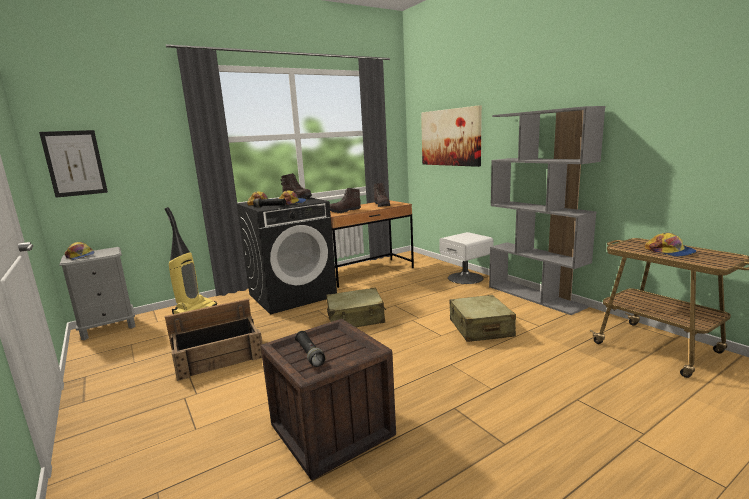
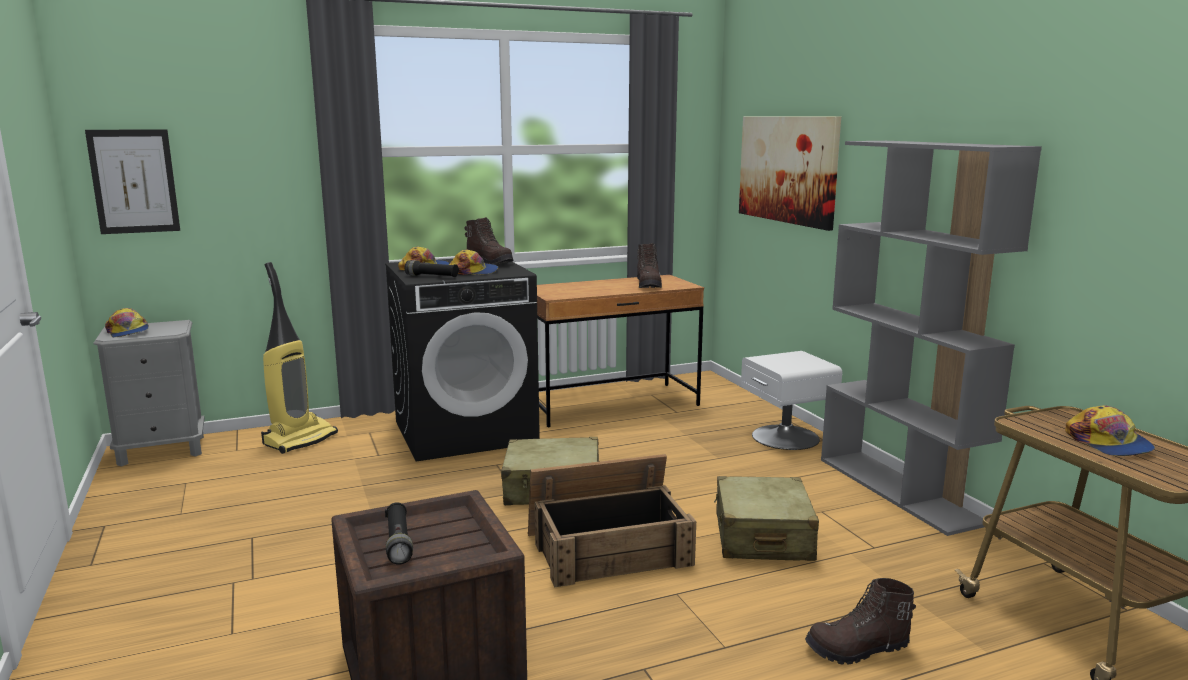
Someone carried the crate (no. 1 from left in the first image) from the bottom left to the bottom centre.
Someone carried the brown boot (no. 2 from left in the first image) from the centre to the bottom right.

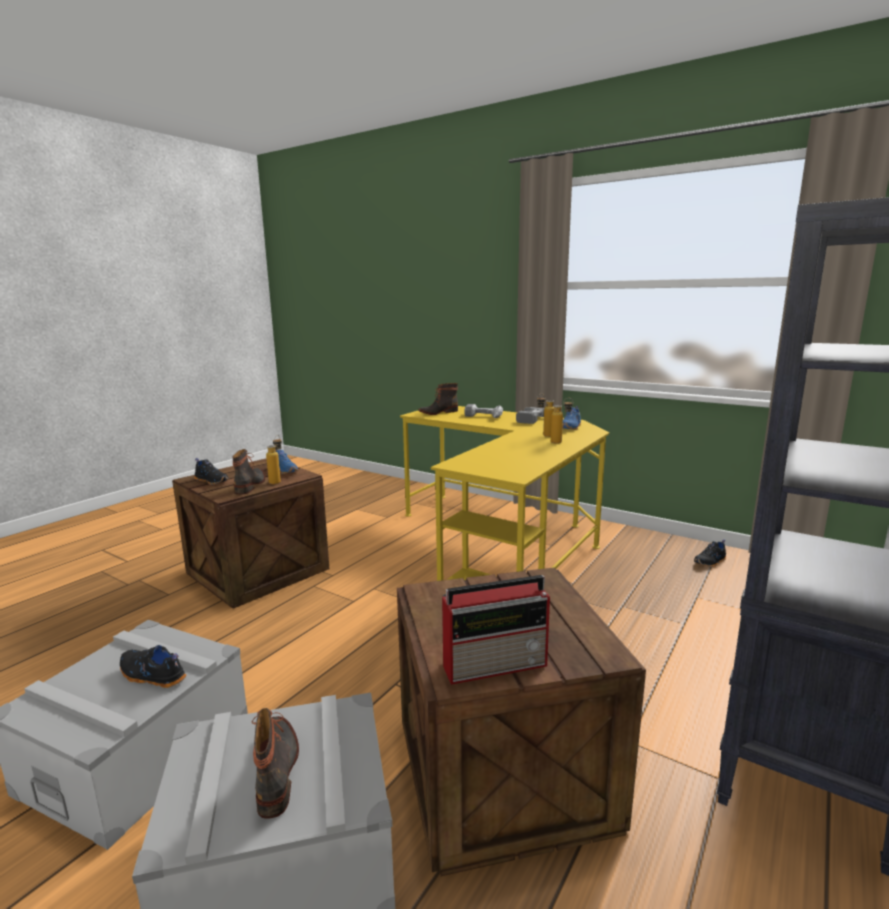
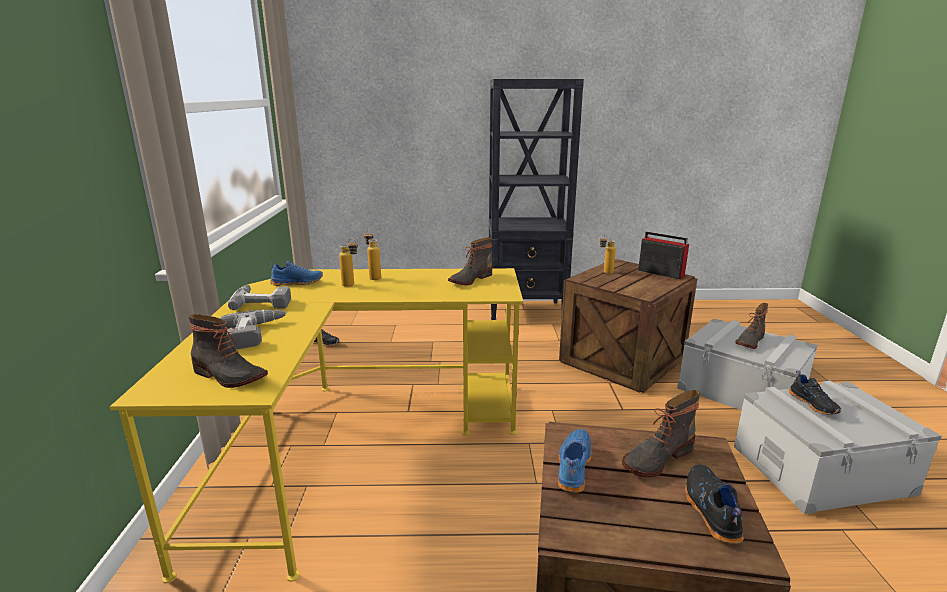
Someone put down the boot (no. 2 from left) at the centre.
Someone carried the bottle (no. 1 from left in the first image) from the middle left to the centre.

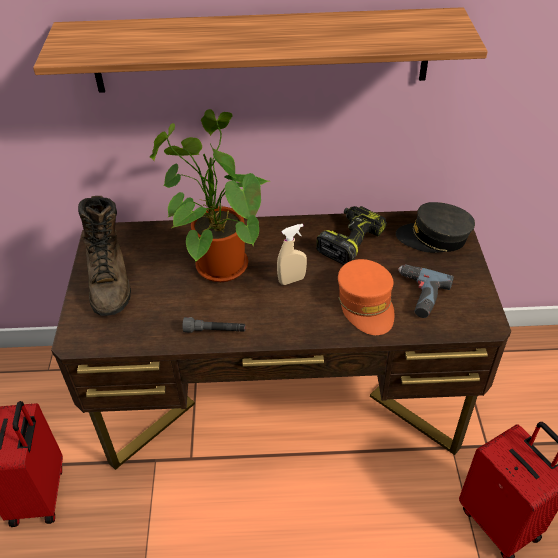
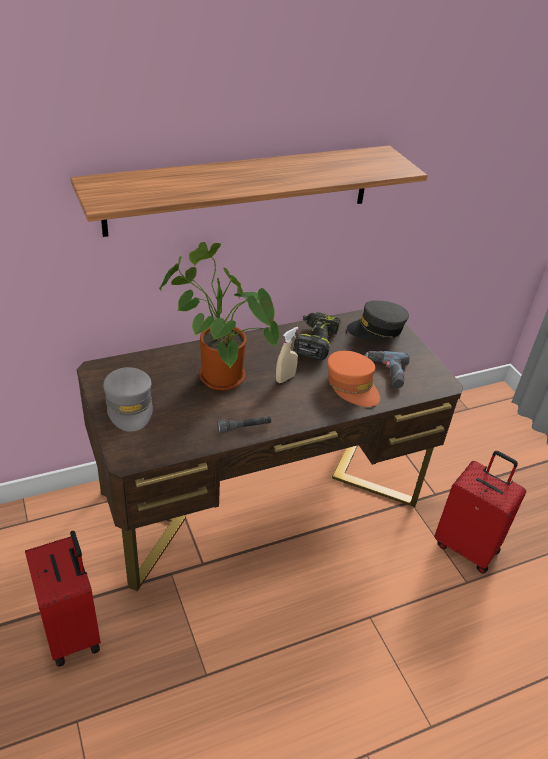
Someone swapped the brown boot at the middle left for the grey cap (no. 1 from left) at the middle left.

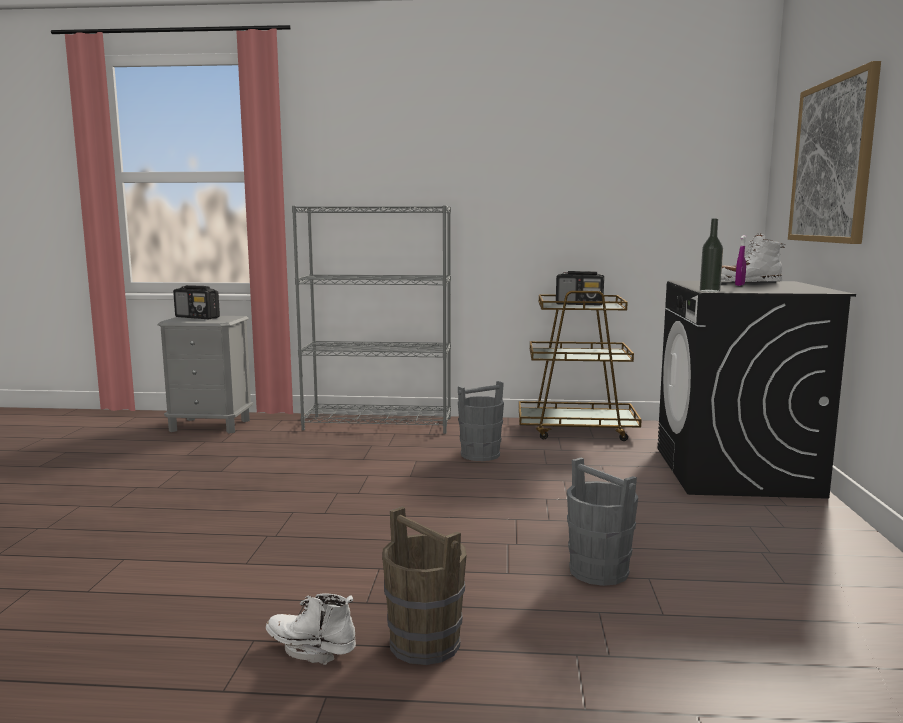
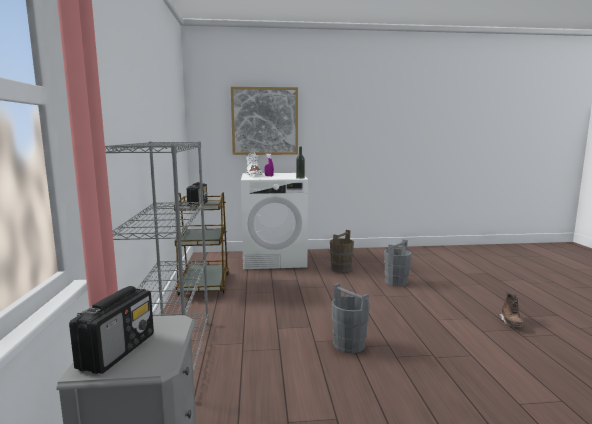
Someone repainted the black washing machine at the middle right, which became the white washing machine at the centre.
Someone carried the brown bucket from the bottom centre to the centre.
Someone carried the grey bucket (no. 1 from left) from the centre to the bottom centre.
Someone repainted the white boot (no. 1 from left) at the bottom centre, which became the brown boot at the bottom right.

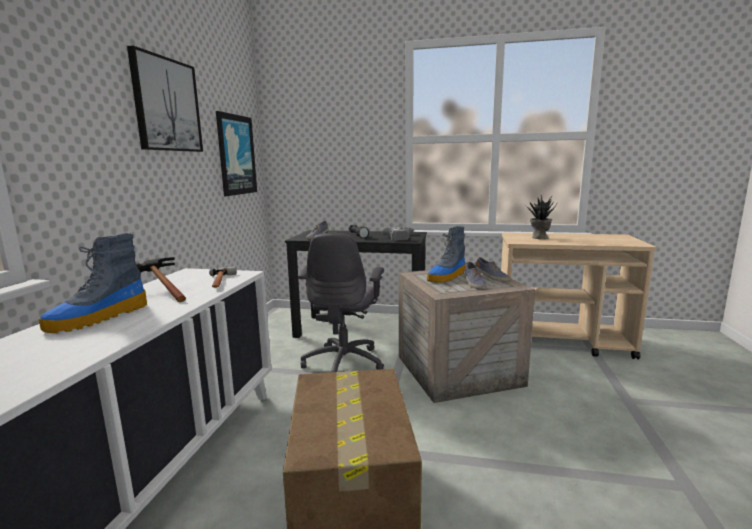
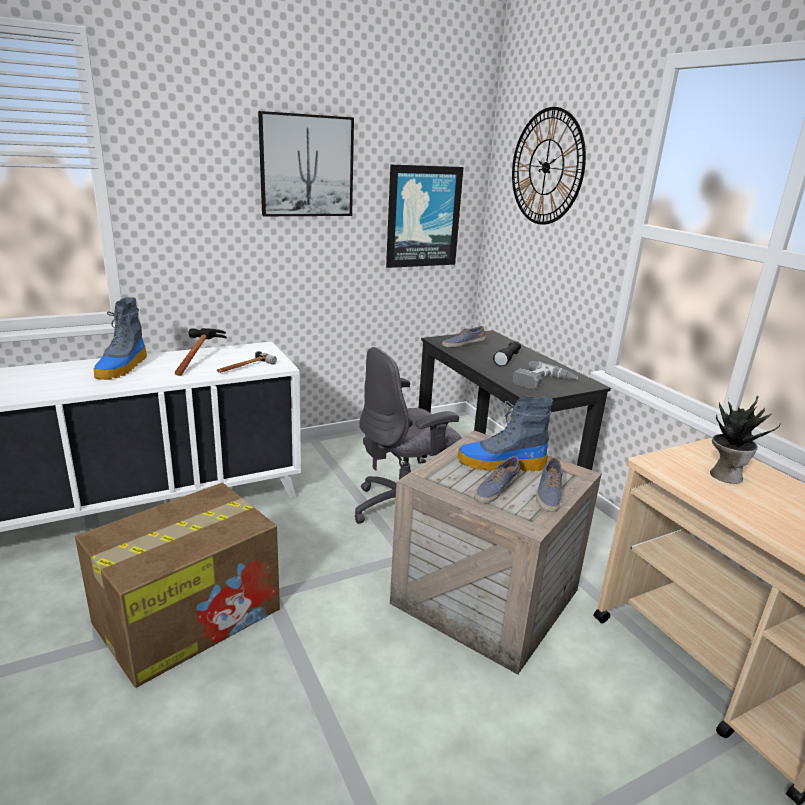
Someone rotated the boot (no. 1 from left) at the middle left by 75 degrees counterclockwise.
Someone put up the wall clock at the top right.

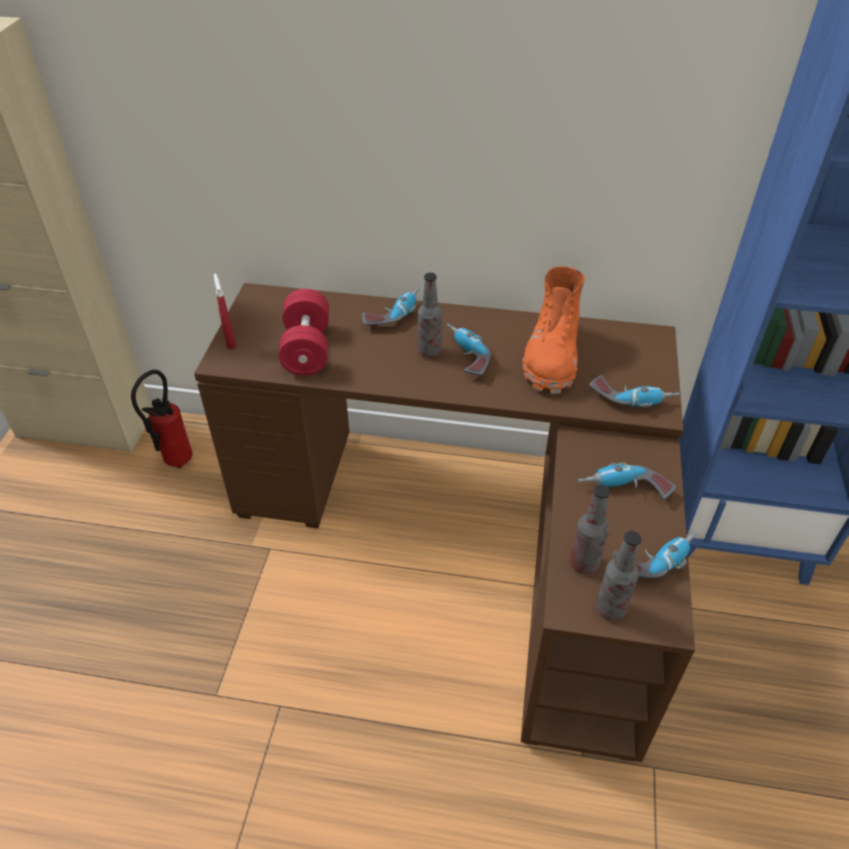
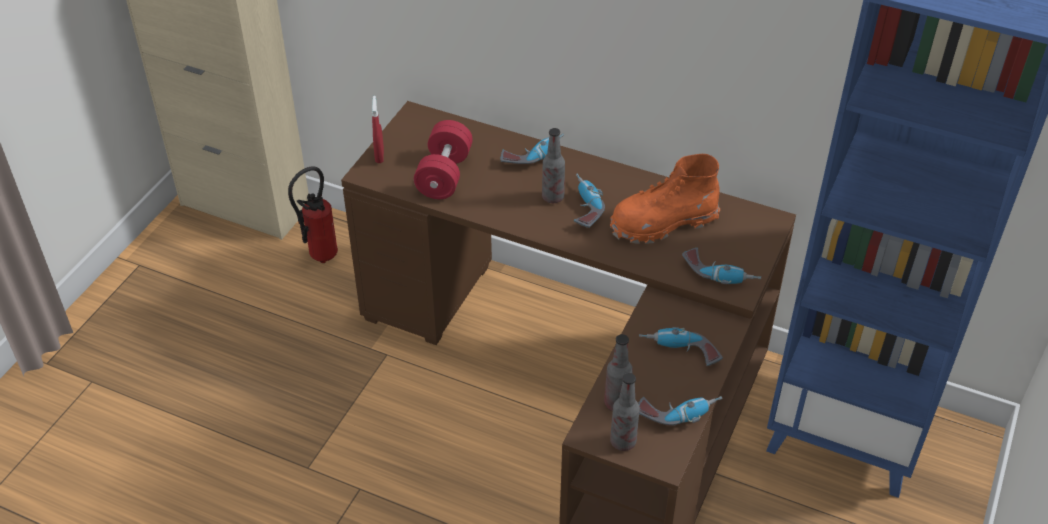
Someone rotated the orange boot at the centre by 45 degrees clockwise.

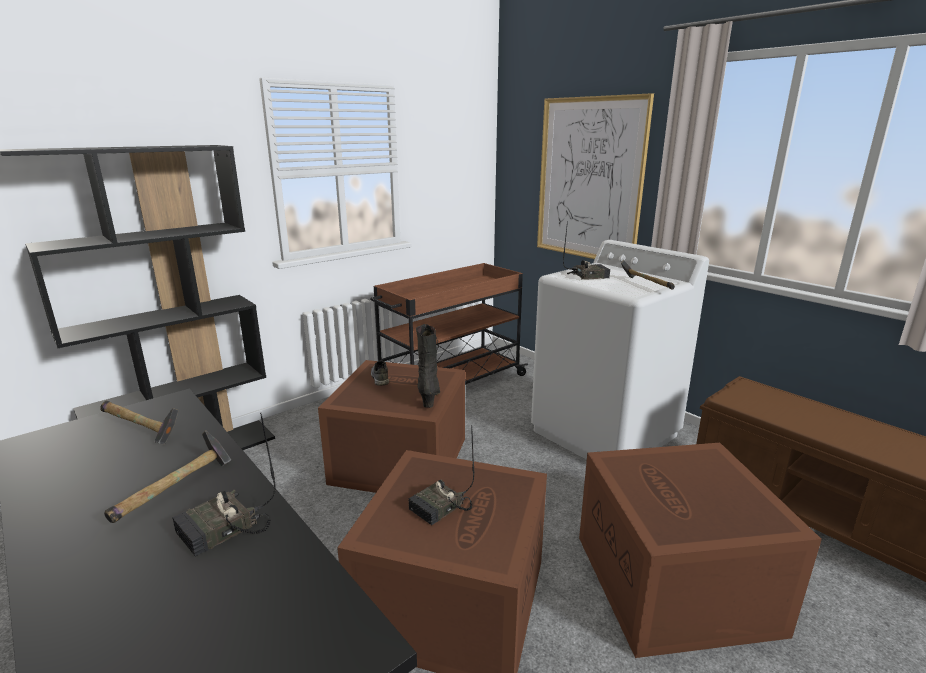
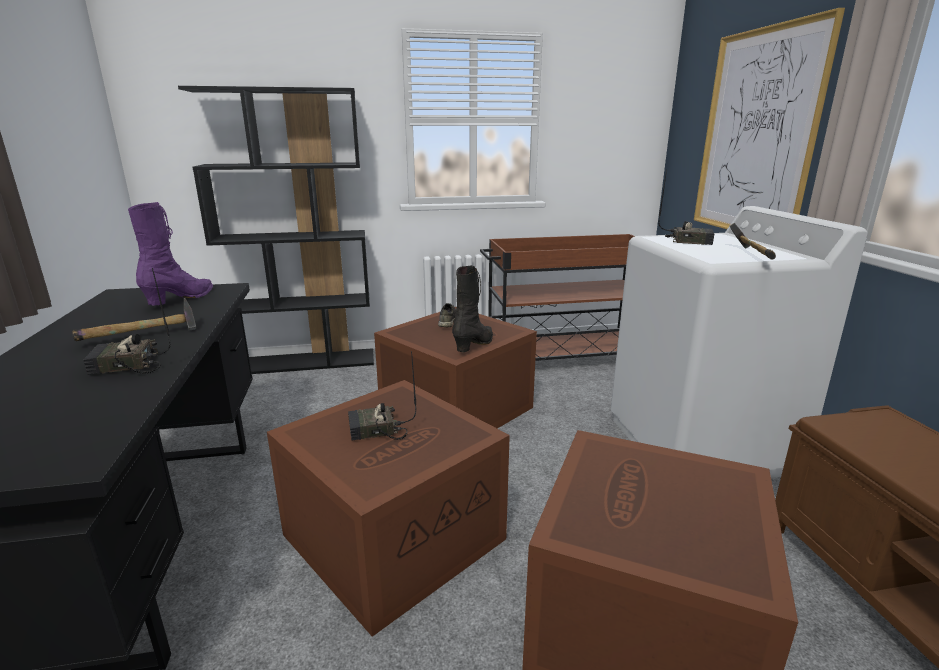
Someone swapped the hammer (no. 1 from left) at the middle left for the purple boot at the middle left.

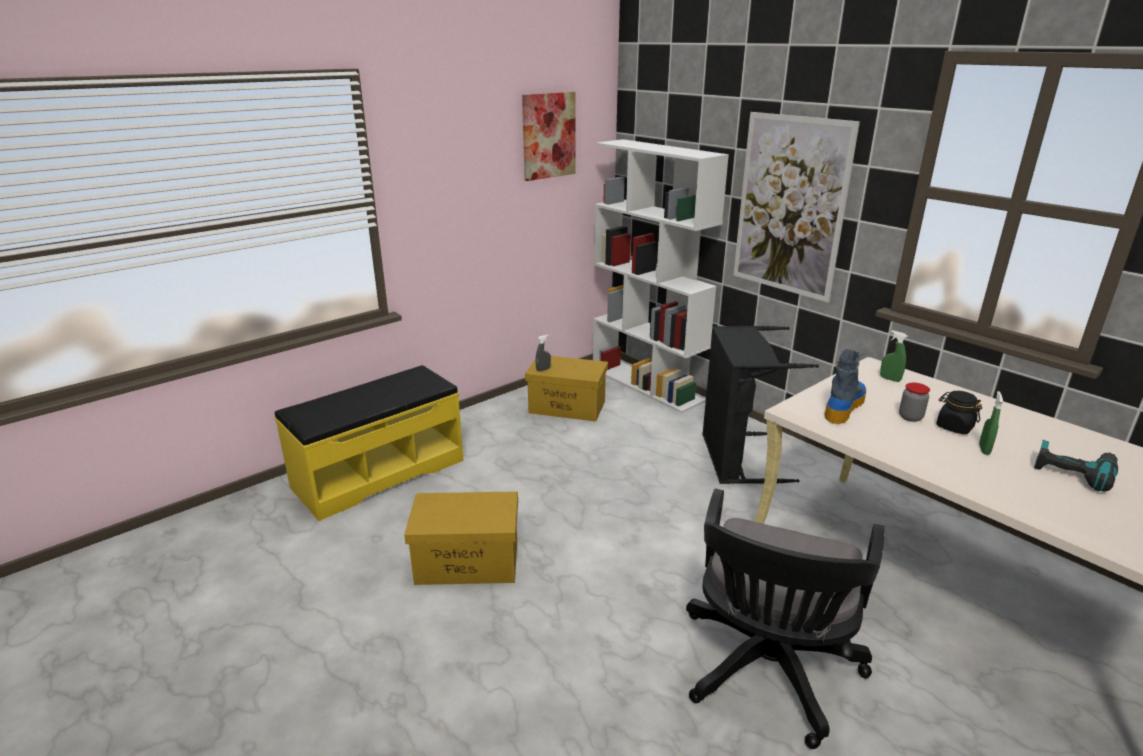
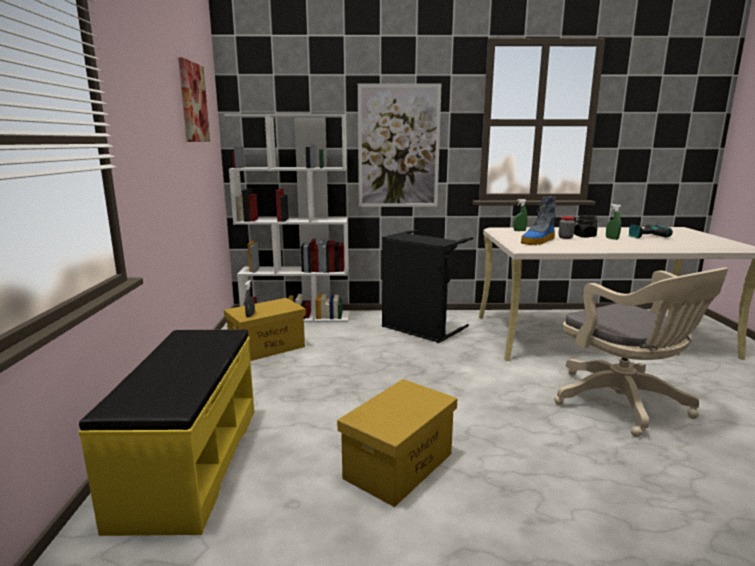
Someone rotated the boot at the middle right by 120 degrees counterclockwise.
Someone repainted the black office chair at the bottom right, which became the beige office chair at the middle right.

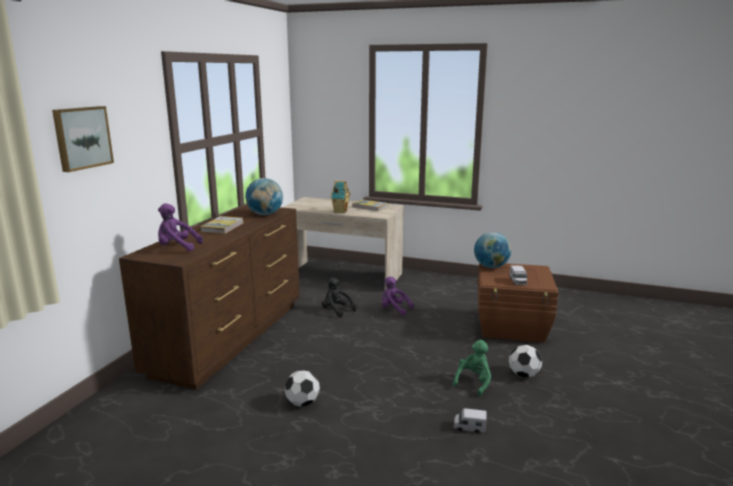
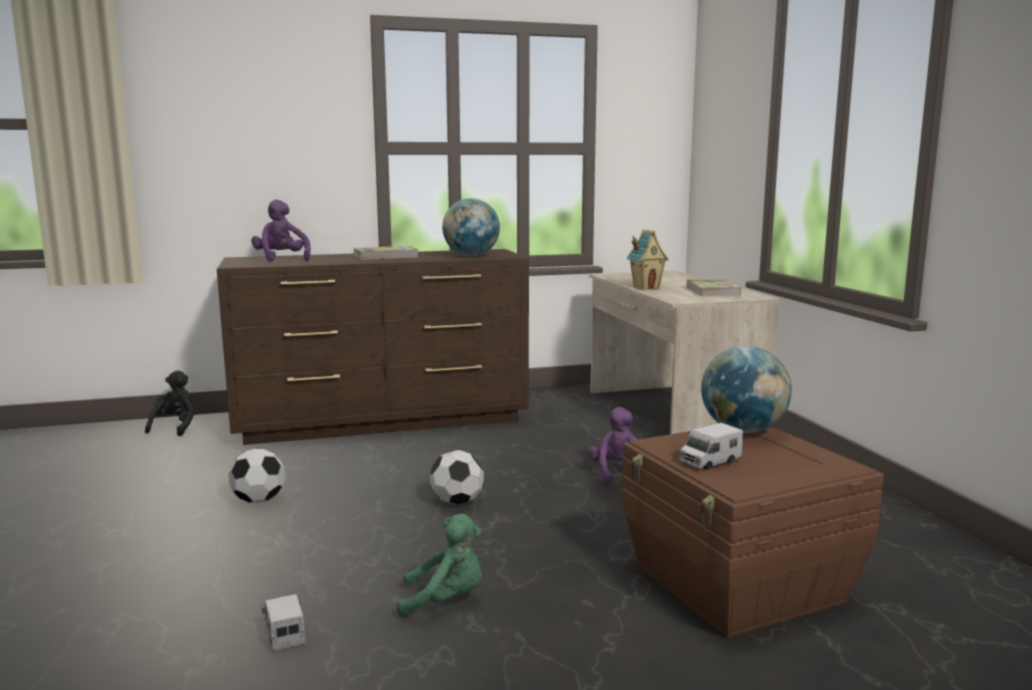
Someone carried the black plush toy from the centre to the middle left.
Someone carried the football (no. 2 from left) from the bottom right to the bottom centre.
Someone took away the picture at the top left.

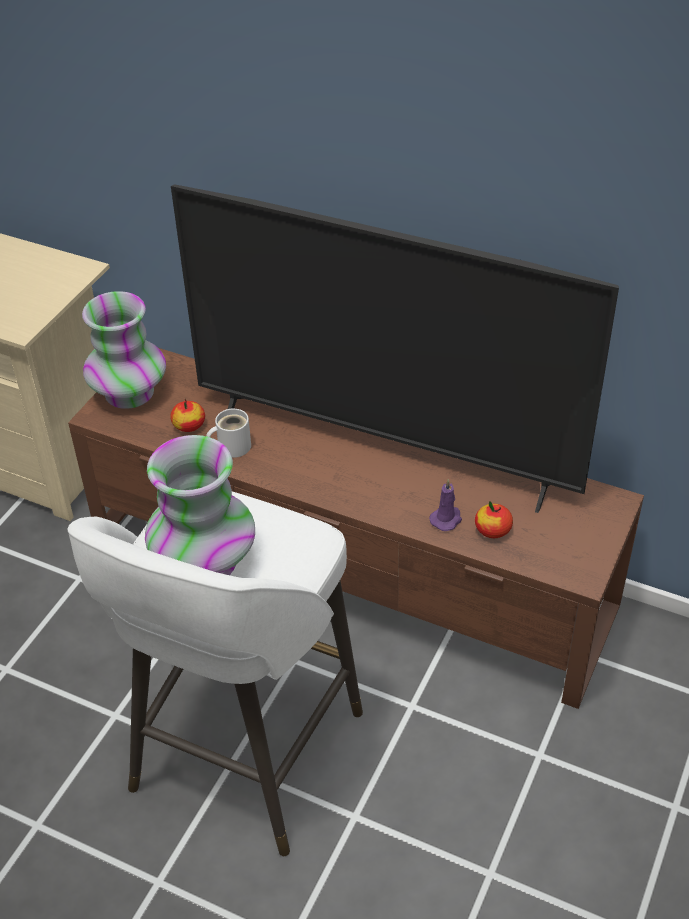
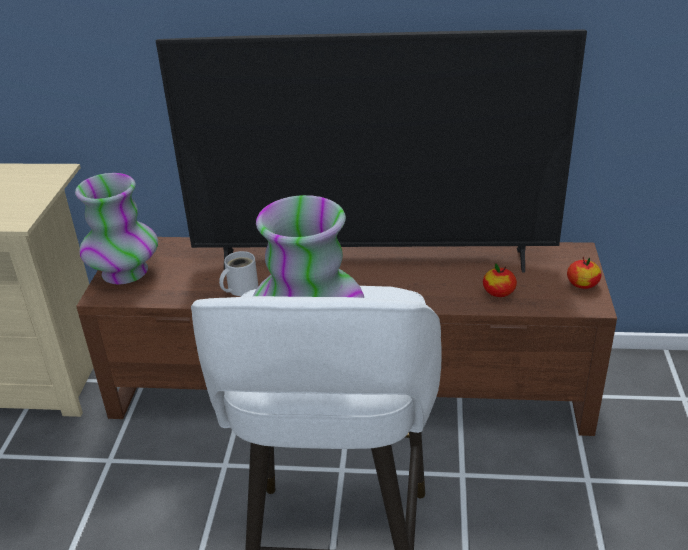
Someone carried the apple (no. 1 from left in the first image) from the middle left to the middle right.
Someone took away the purple candle at the centre.

